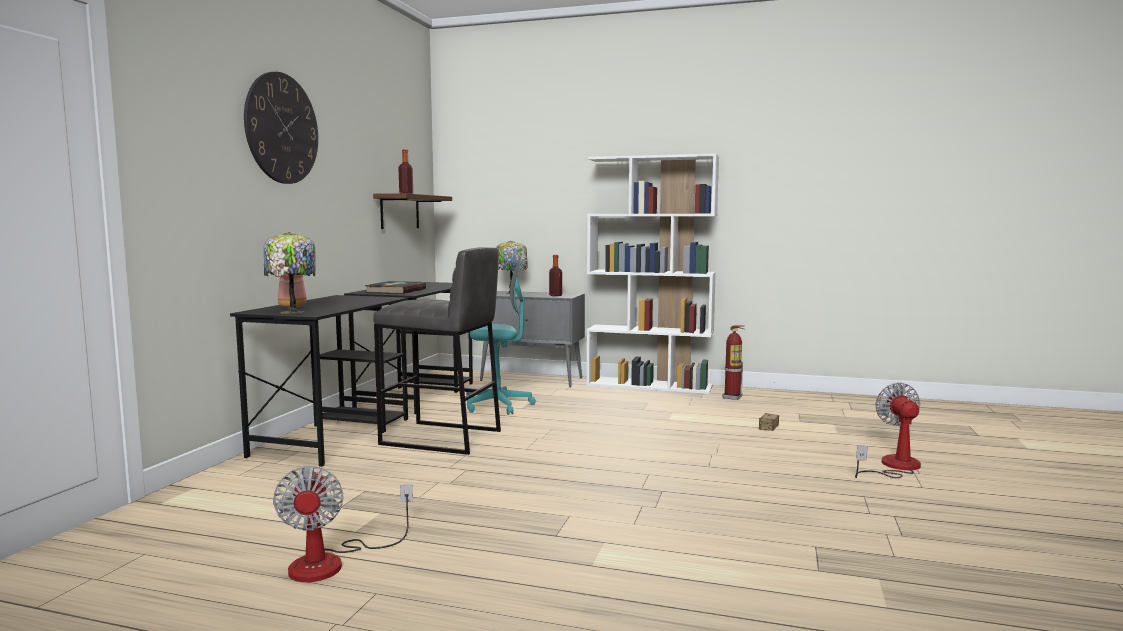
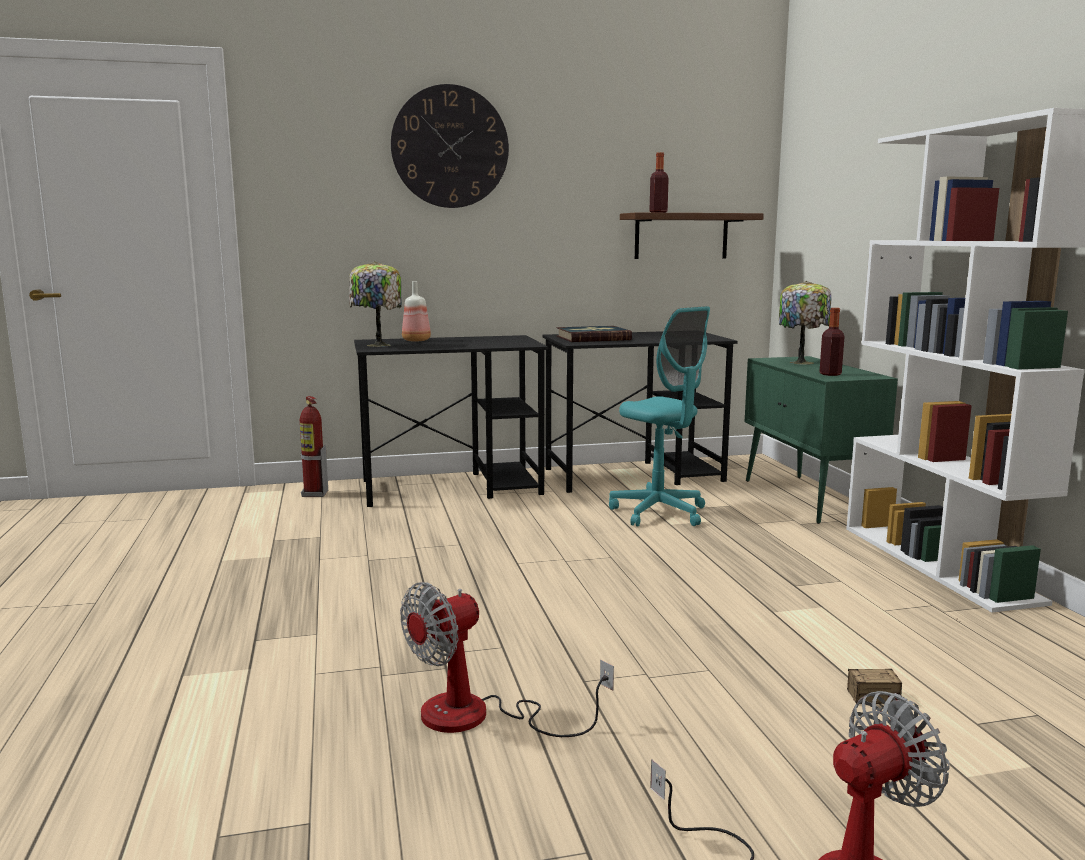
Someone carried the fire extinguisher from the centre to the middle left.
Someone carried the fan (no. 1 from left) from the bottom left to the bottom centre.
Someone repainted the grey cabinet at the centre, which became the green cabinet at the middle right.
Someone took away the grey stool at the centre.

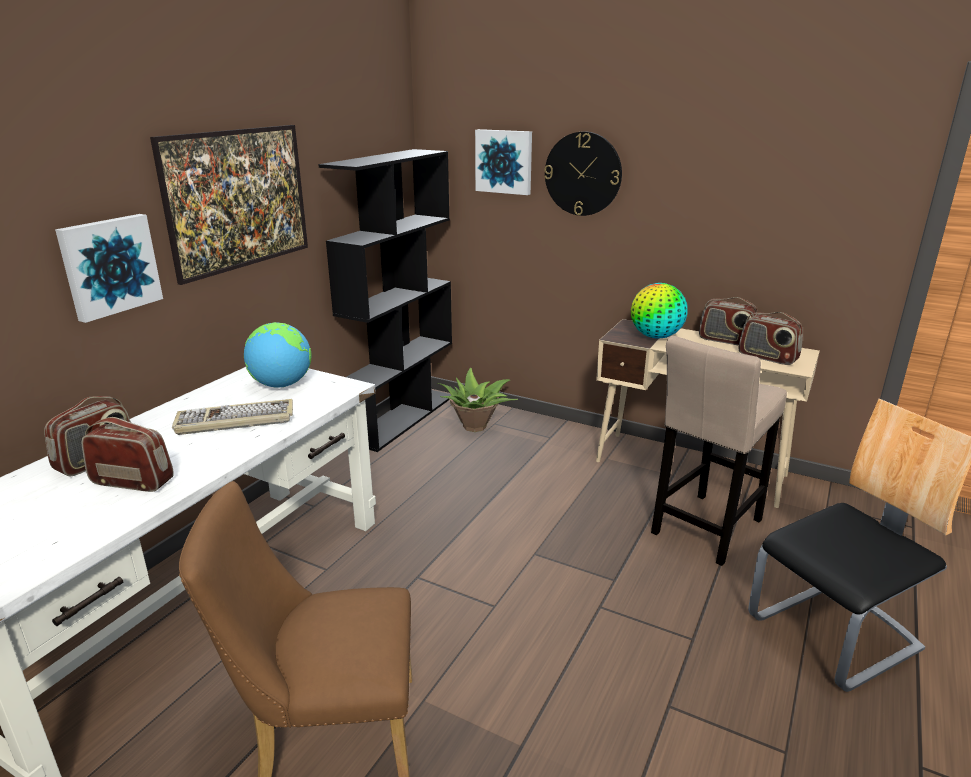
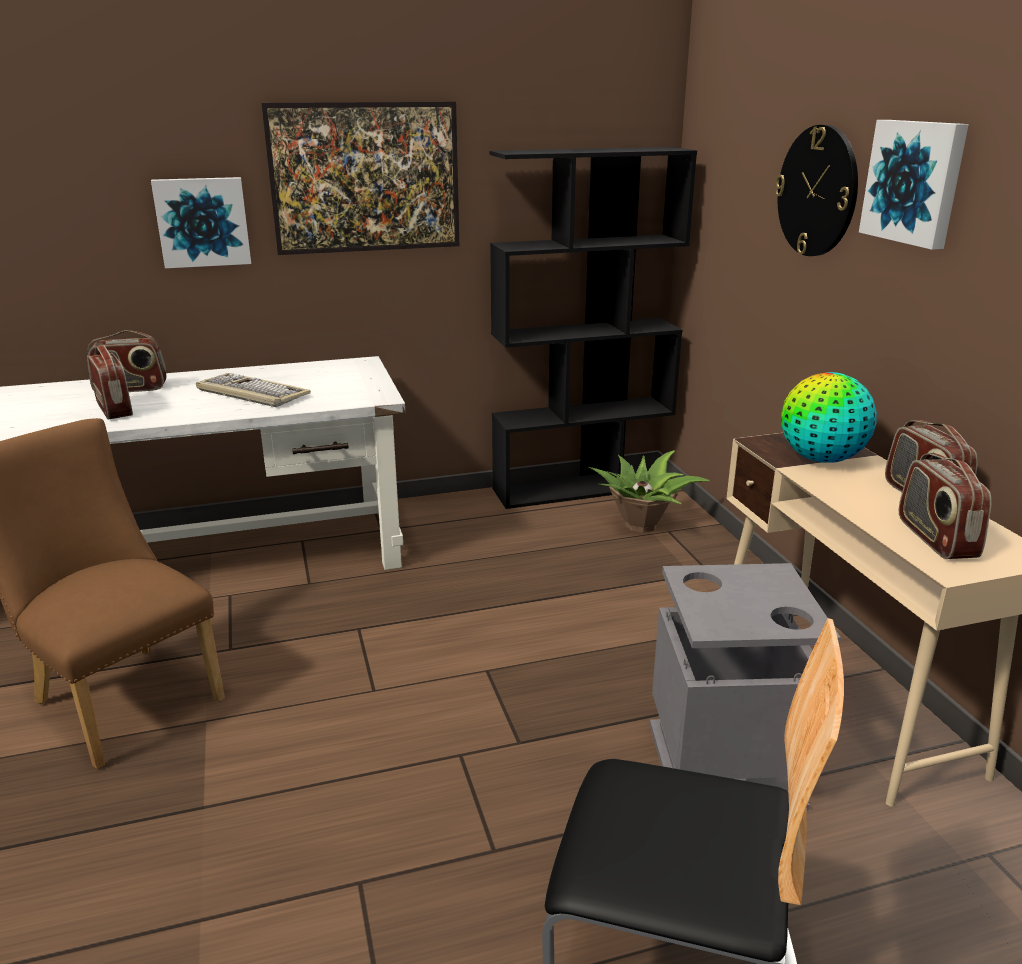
Someone swapped the beige stool at the middle right for the grey trash can at the bottom right.
Someone carried the picture (no. 3 from left) from the top centre to the top right.
Someone took away the globe (no. 1 from left) at the middle left.

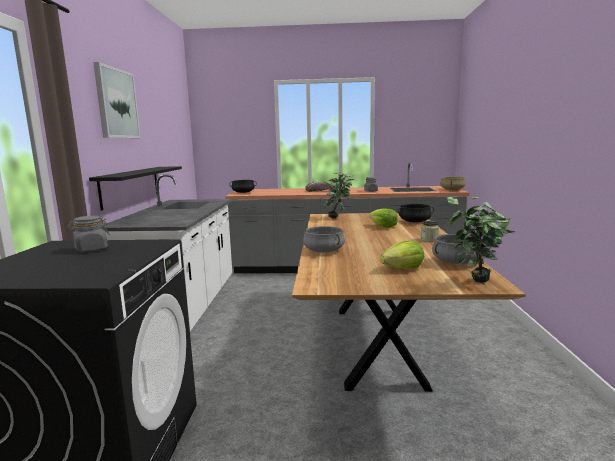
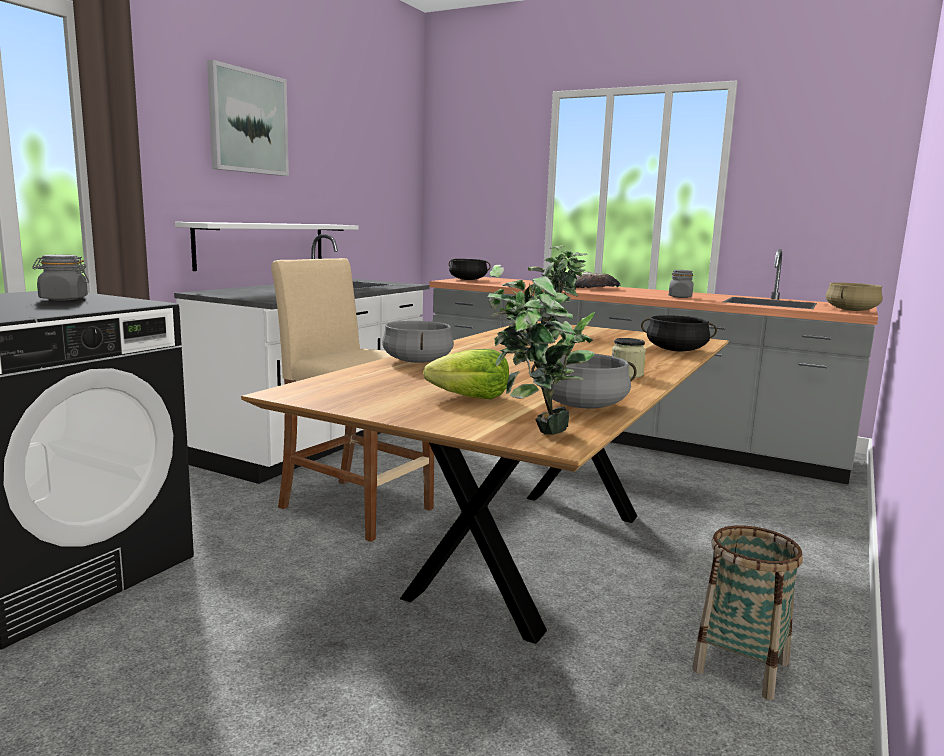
Someone repainted the black shelf at the middle left, which became the white shelf at the top left.
Someone put down the beige stool at the centre.
Someone put down the basket at the bottom right.
Someone took away the lettuce (no. 1 from left) at the centre.

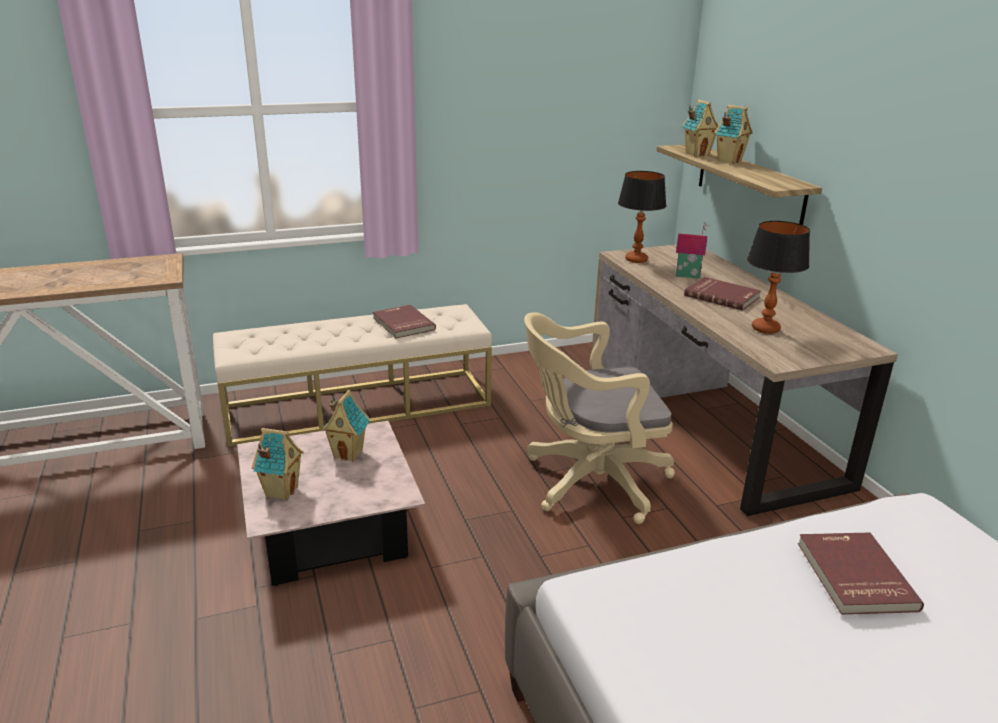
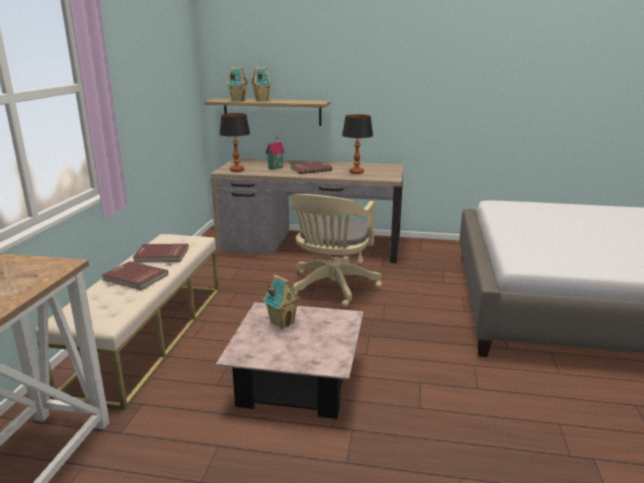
Someone carried the red book (no. 3 from left in the first image) from the bottom right to the middle left.
Someone took away the toy house (no. 1 from left) at the middle left.

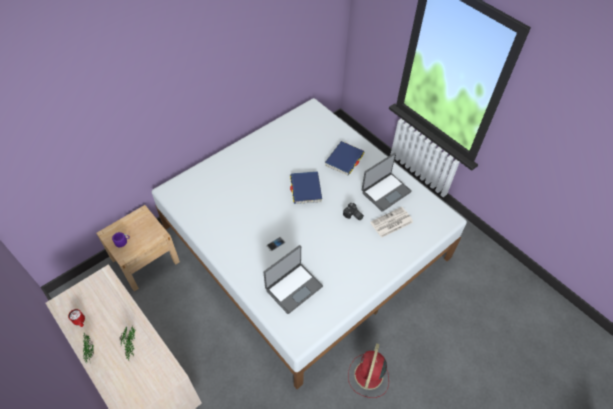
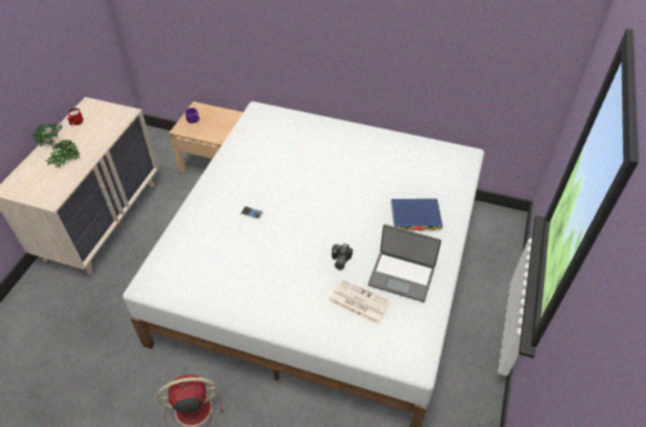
Someone took away the laptop (no. 1 from left) at the bottom centre.
Someone took away the blue book (no. 1 from left) at the centre.

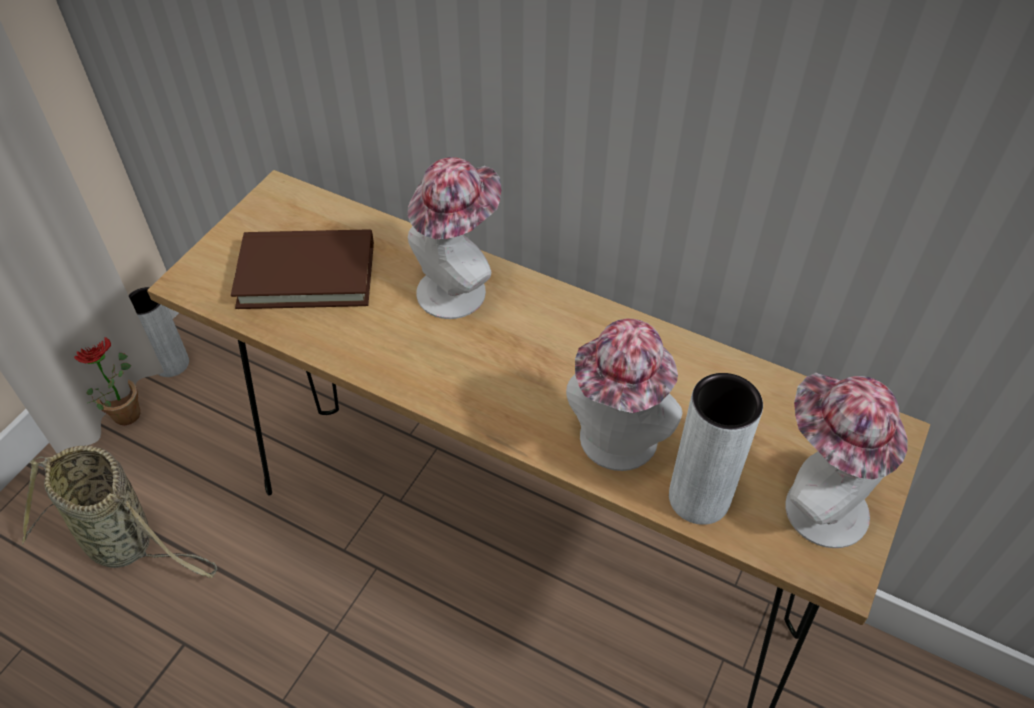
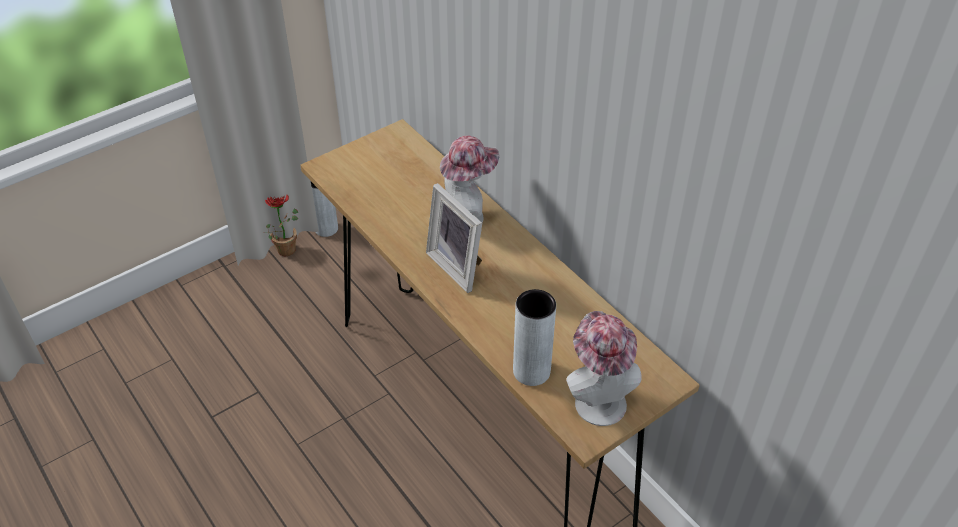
Someone put down the picture frame at the centre.
Someone took away the basket at the bottom left.
Someone took away the brown book at the middle left.
Someone took away the hat (no. 2 from left) at the centre.

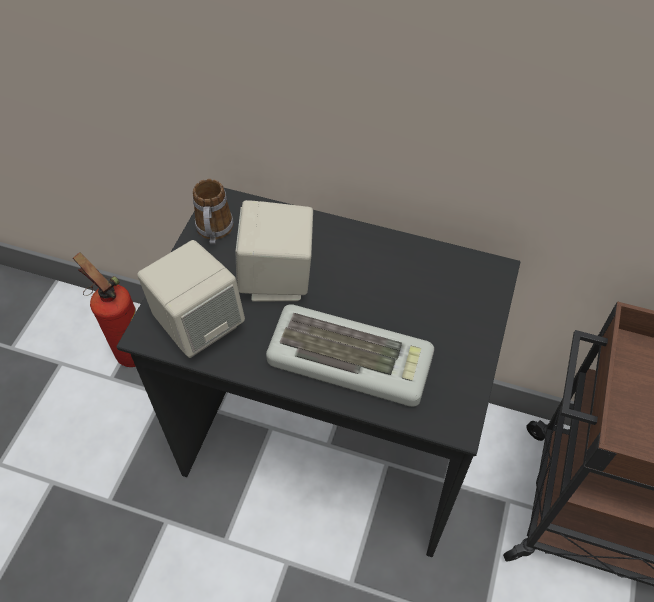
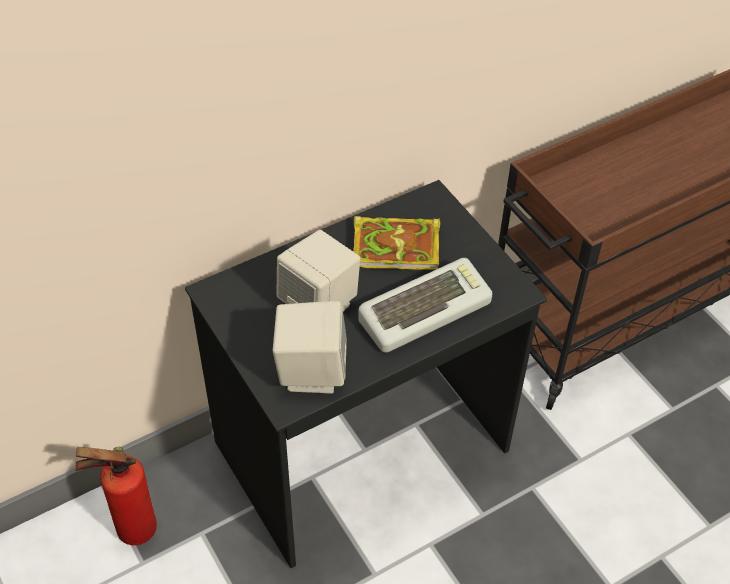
Someone put down the book at the centre.
Someone took away the mug at the middle left.

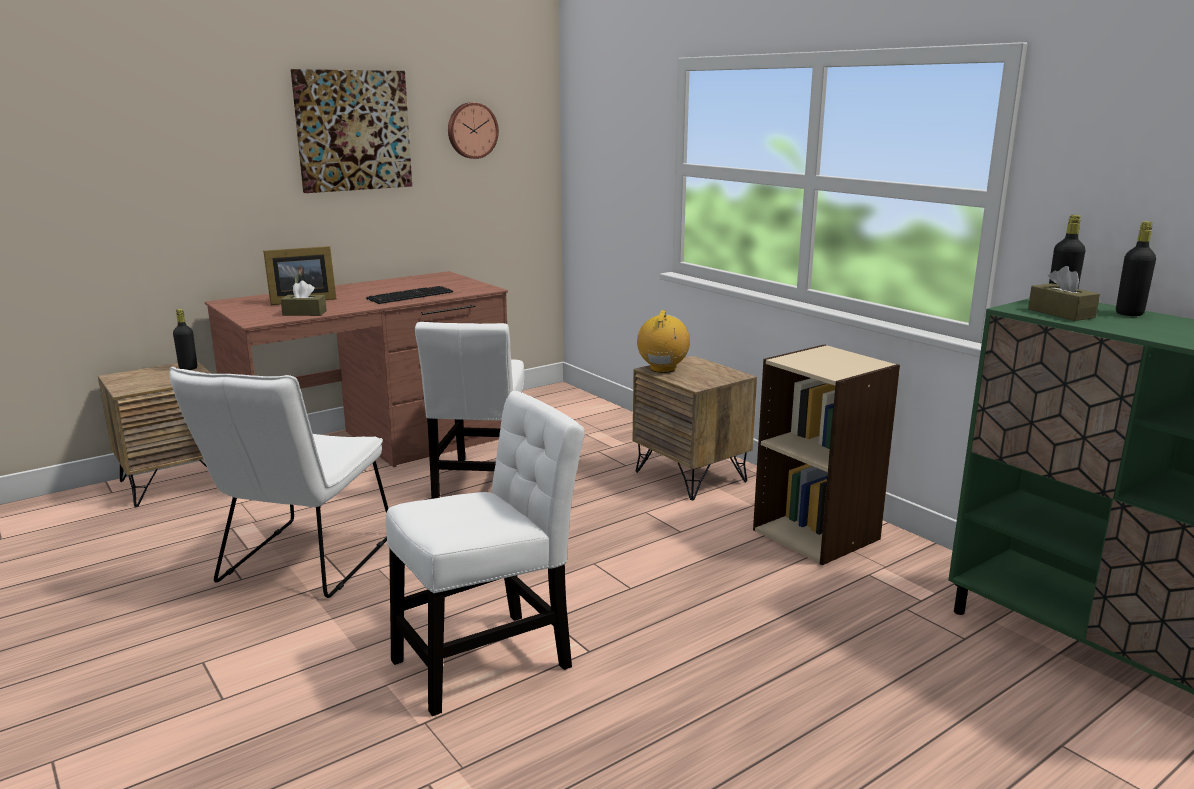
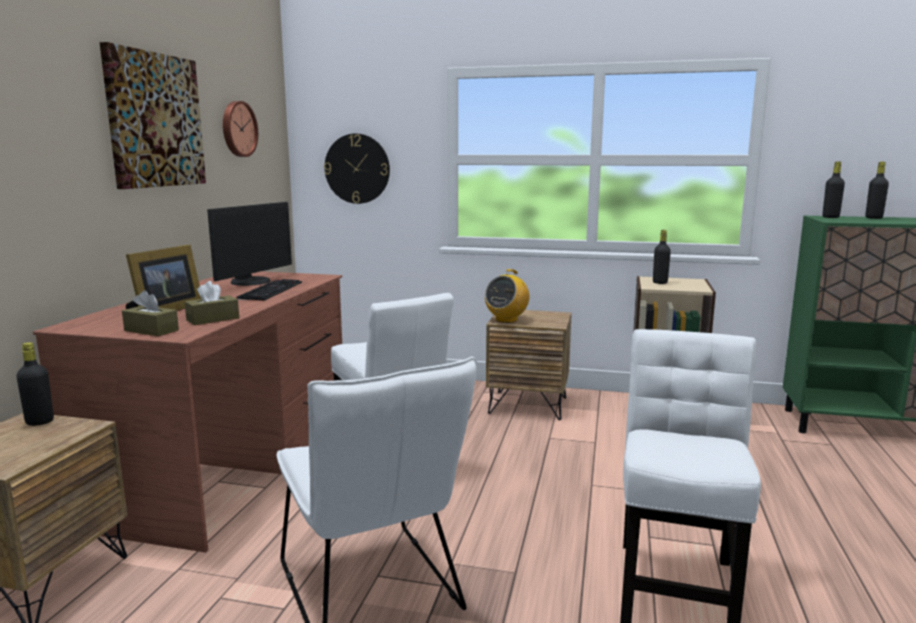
Someone carried the brown tissue box (no. 2 from left in the first image) from the middle right to the middle left.
Someone put down the monitor at the middle left.
Someone put up the wall clock (no. 2 from left) at the top centre.
Someone rotated the radio at the centre by 120 degrees counterclockwise.
Someone put down the black bottle (no. 2 from left) at the middle right.

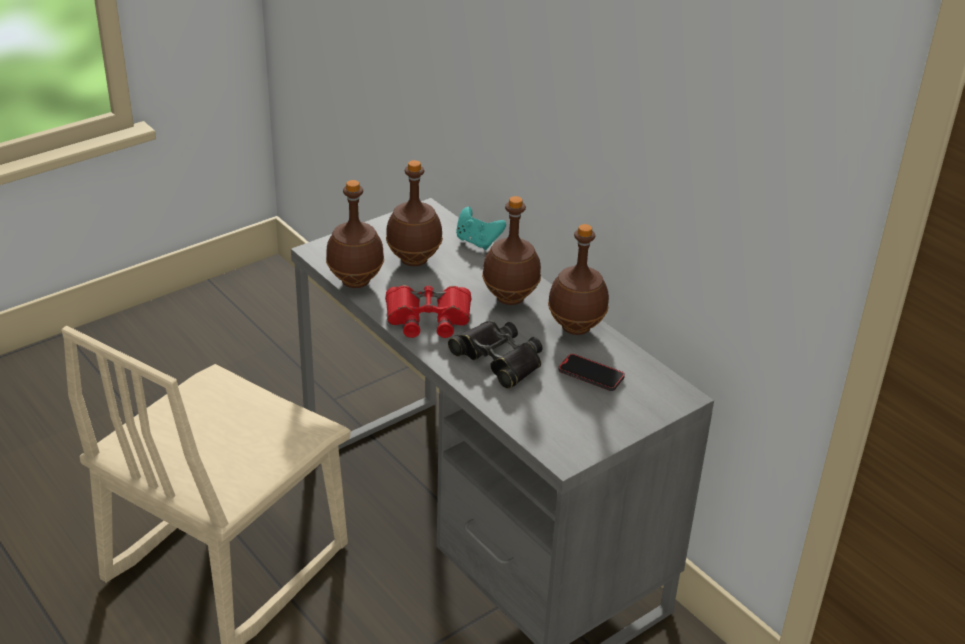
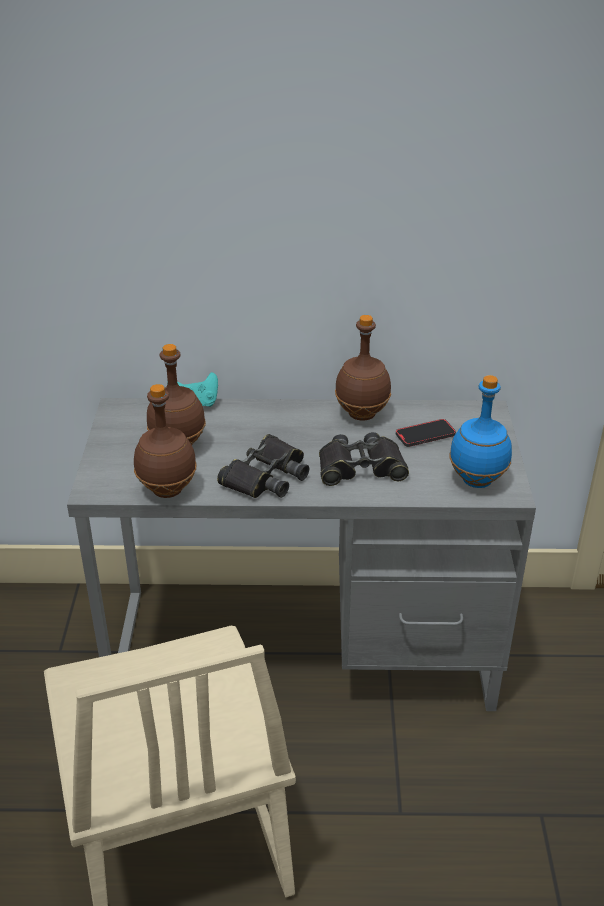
Someone repainted the red binoculars at the centre, which became the black binoculars (no. 1 from left) at the centre.
Someone put down the blue bottle at the middle right.
Someone took away the brown bottle (no. 3 from left) at the centre.

